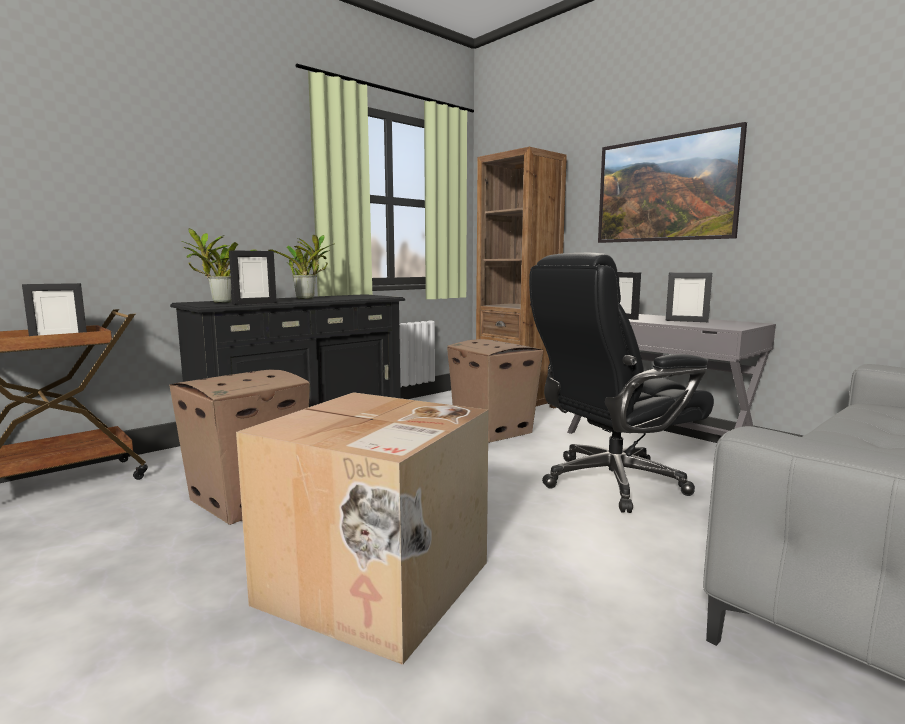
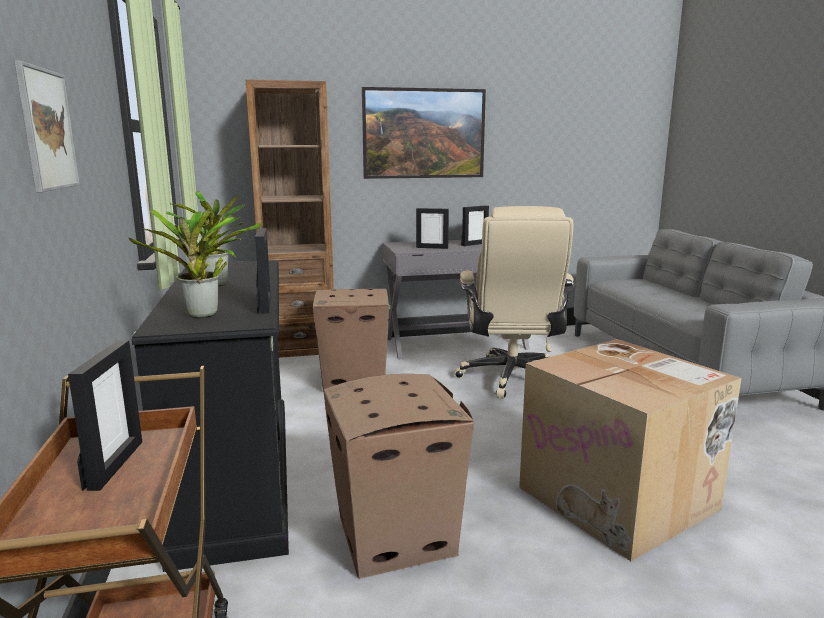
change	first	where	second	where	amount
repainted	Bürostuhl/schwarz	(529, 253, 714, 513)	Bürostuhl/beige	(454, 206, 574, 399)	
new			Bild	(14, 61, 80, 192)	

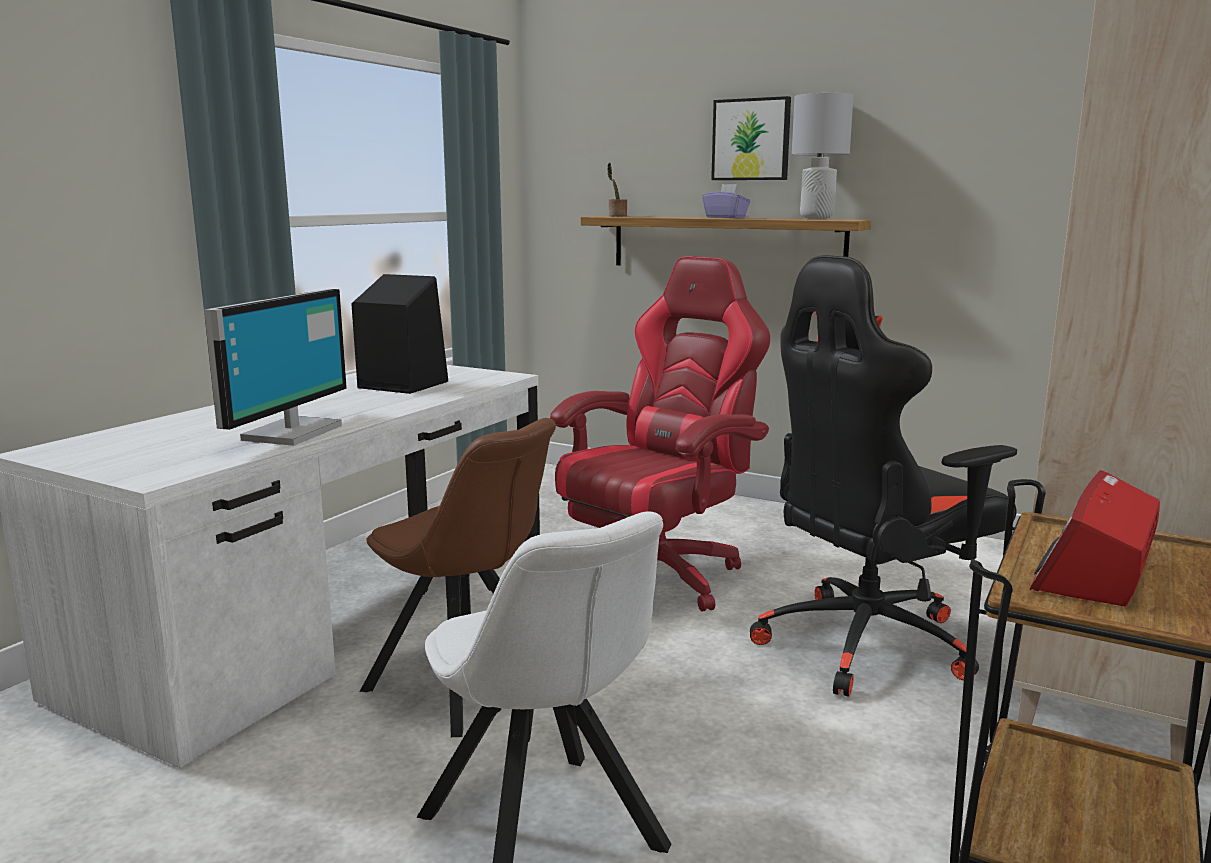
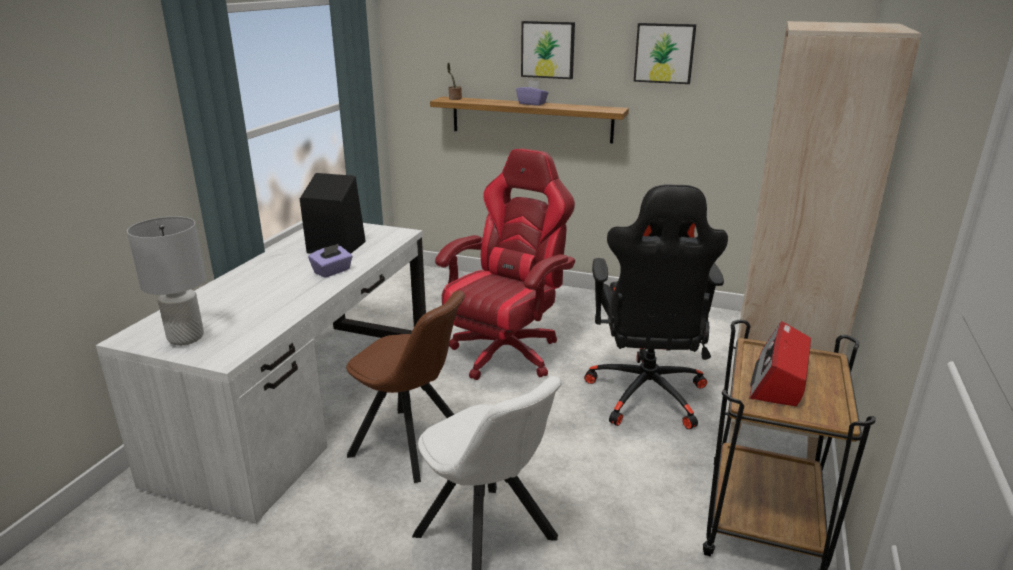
change	first	where	second	where	amount
shifted	Tischlampe/grau	(792, 93, 853, 219)		(127, 216, 206, 346)	
rotated	Bürostuhl/schwarz	(750, 255, 1017, 696)		(584, 184, 728, 429)	45 degrees counterclockwise
gone	Monitor	(204, 289, 347, 446)			
new			Bild	(634, 23, 696, 84)	
new			Taschentuchbox/lila	(308, 244, 353, 278)	

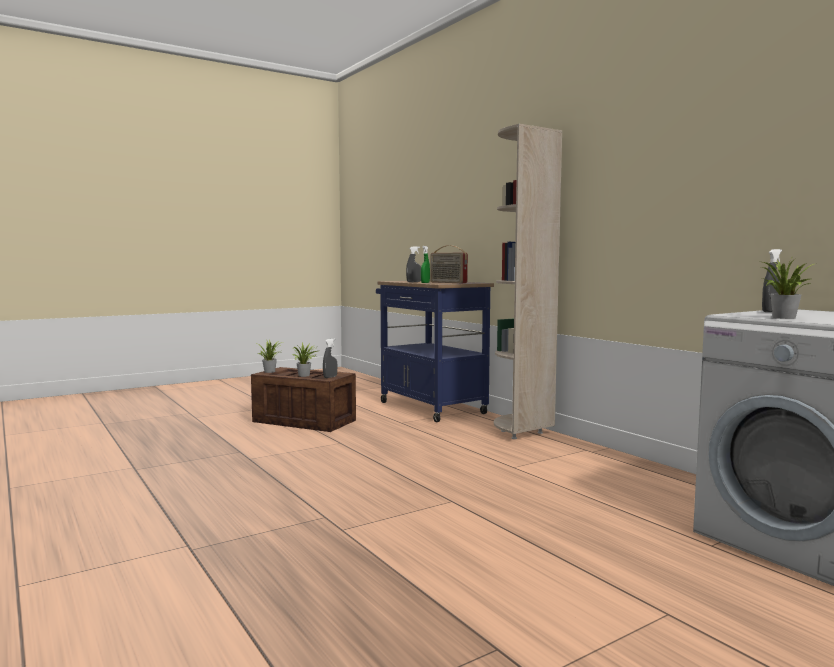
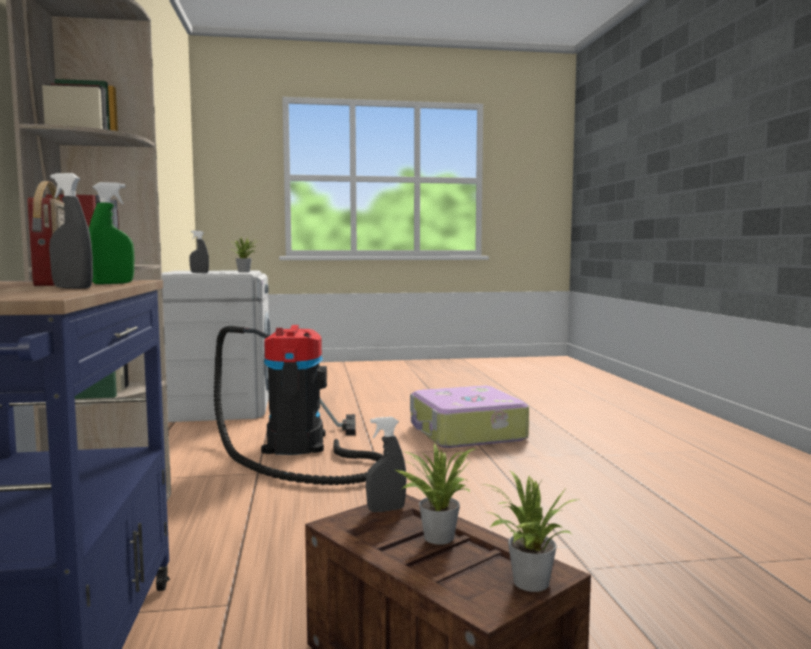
change	first	where	second	where	amount
new			Staubsauger	(214, 325, 383, 485)	
new			Koffer	(410, 385, 529, 448)	

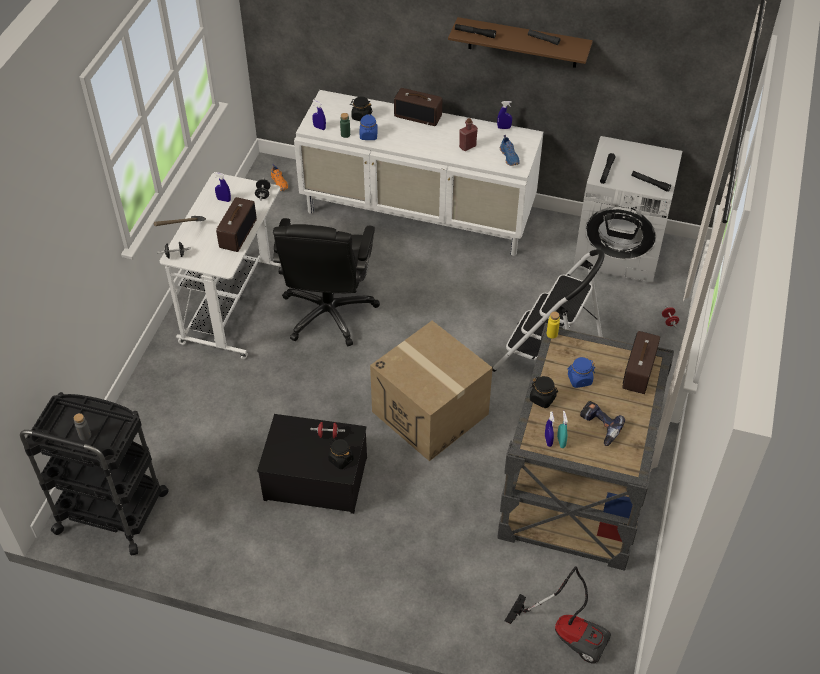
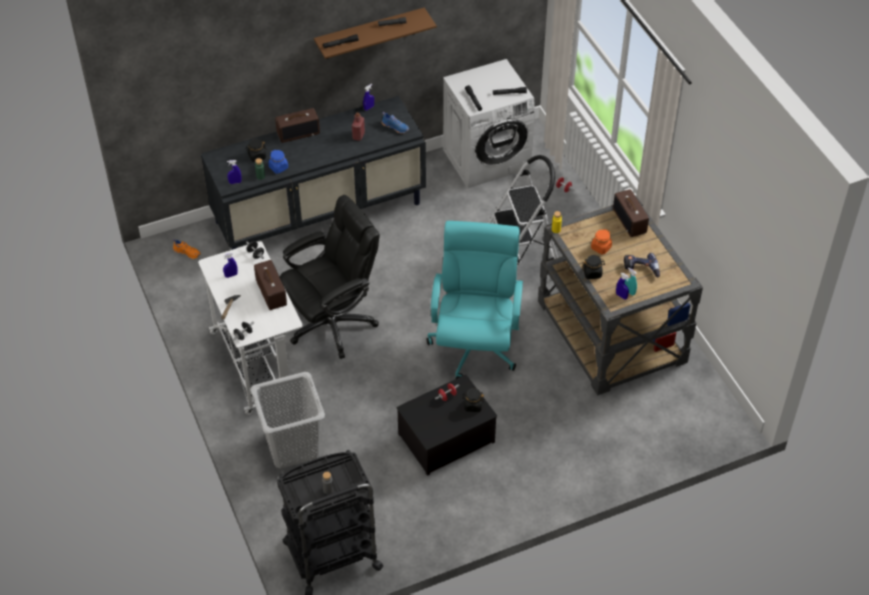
change	first	where	second	where	amount
repainted	Schrank/weiß	(294, 90, 543, 256)	Schrank/schwarz	(201, 96, 426, 250)	
rotated	Bürostuhl/schwarz	(273, 218, 380, 346)		(280, 195, 380, 359)	90 degrees counterclockwise
swapped	Karton	(370, 321, 493, 461)	Bürostuhl/türkis	(427, 221, 523, 379)	
repainted	Vorratsglas/blau	(568, 357, 595, 388)	Vorratsglas/orange	(591, 229, 612, 254)	
gone	Staubsauger	(505, 566, 611, 664)			
new			Wäschekorb/grau	(250, 372, 325, 469)	

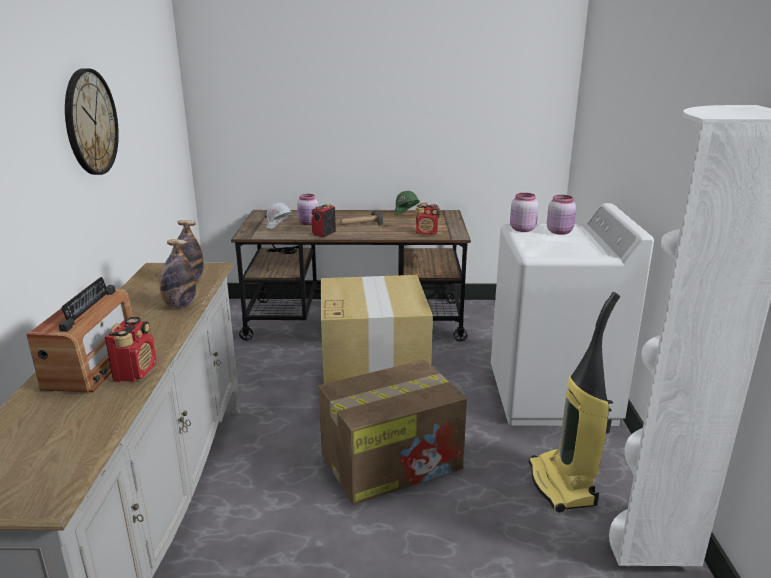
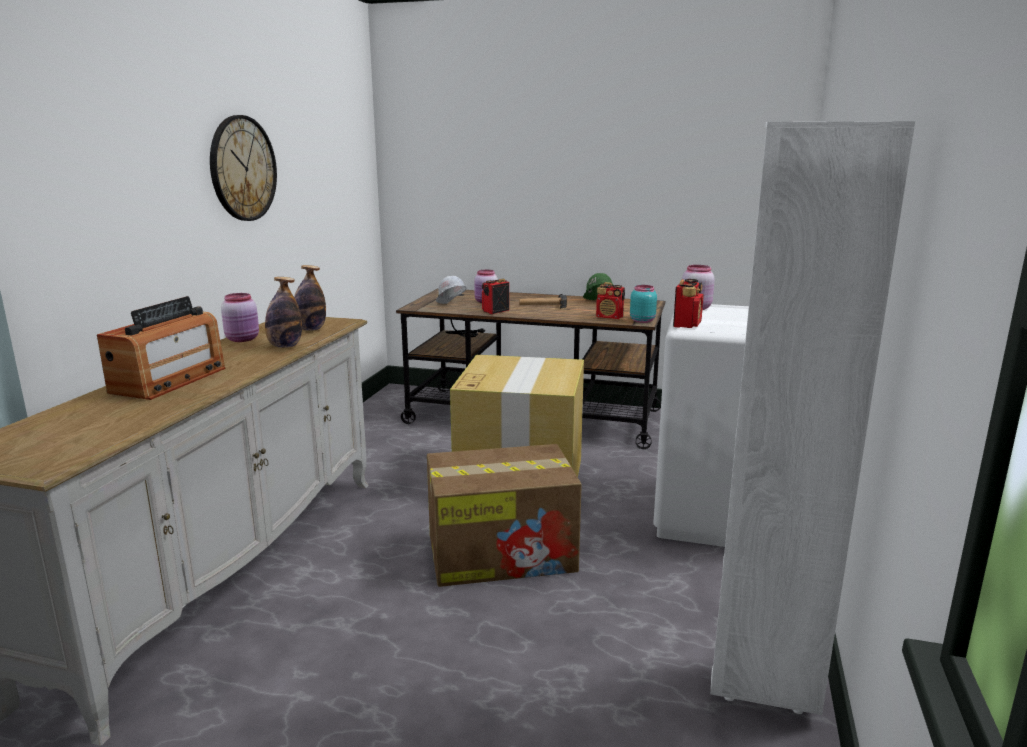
change	first	where	second	where	amount
shifted	Vorratsglas/rosa	(547, 195, 576, 235)		(221, 293, 259, 342)	
gone	Staubsauger	(529, 292, 620, 513)			
shifted	Radio	(105, 317, 157, 382)		(673, 279, 703, 328)	
new			Vorratsglas/türkis	(630, 285, 657, 323)	

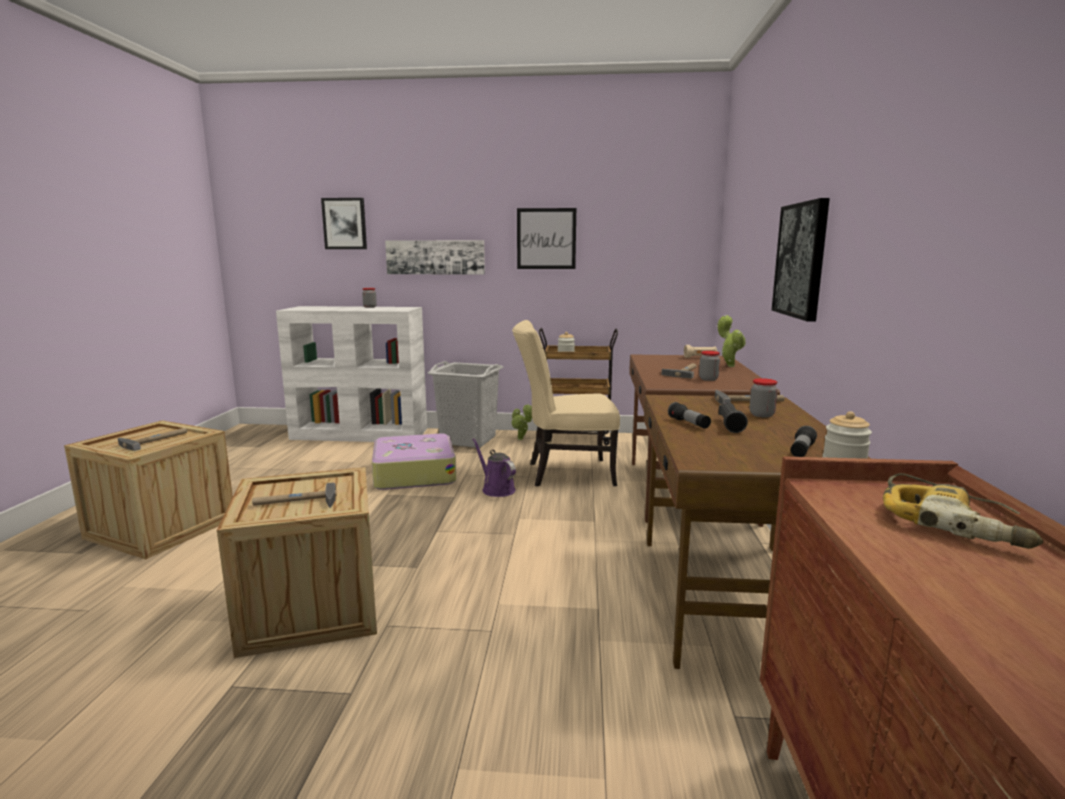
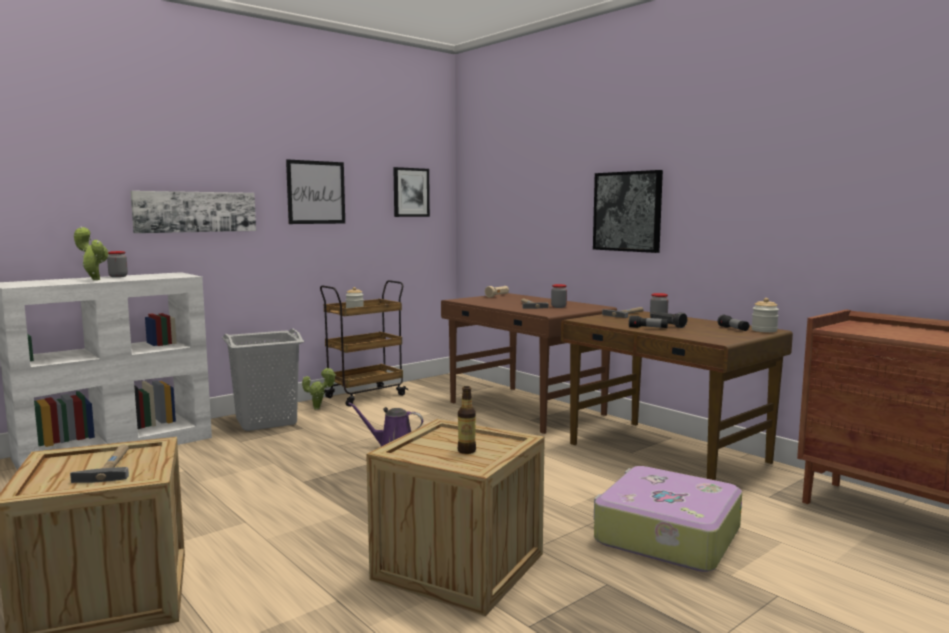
change	first	where	second	where	amount
shifted	Bild	(321, 198, 367, 249)		(393, 167, 430, 217)	
shifted	Topfpflanze	(718, 315, 746, 367)		(74, 226, 109, 280)	
gone	Stuhl/beige	(512, 320, 620, 486)			
shifted	Koffer	(372, 434, 456, 490)		(594, 466, 742, 572)	
gone	Bohrmaschine	(883, 473, 1043, 549)			
swapped	Hammer	(252, 482, 337, 508)	Flasche	(458, 386, 476, 454)	

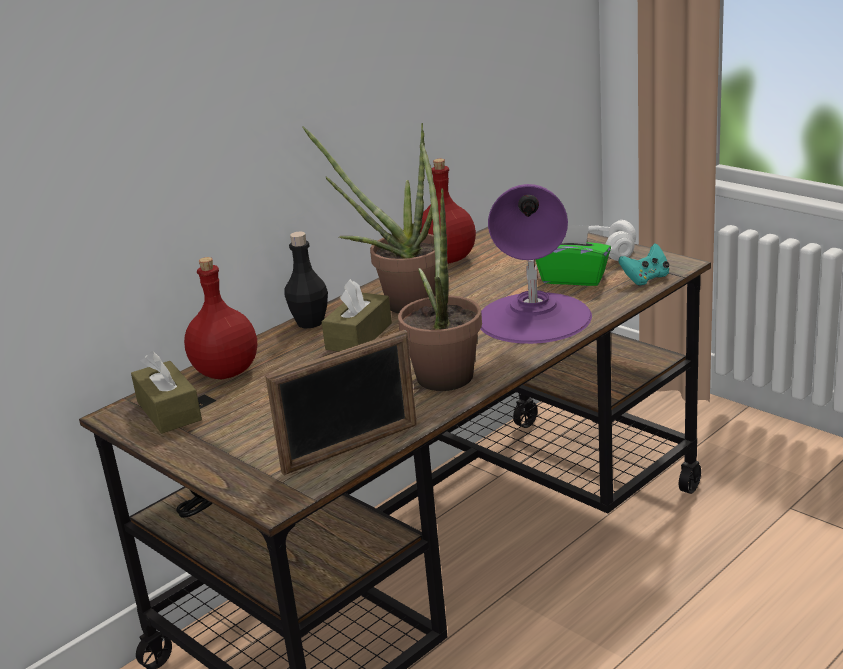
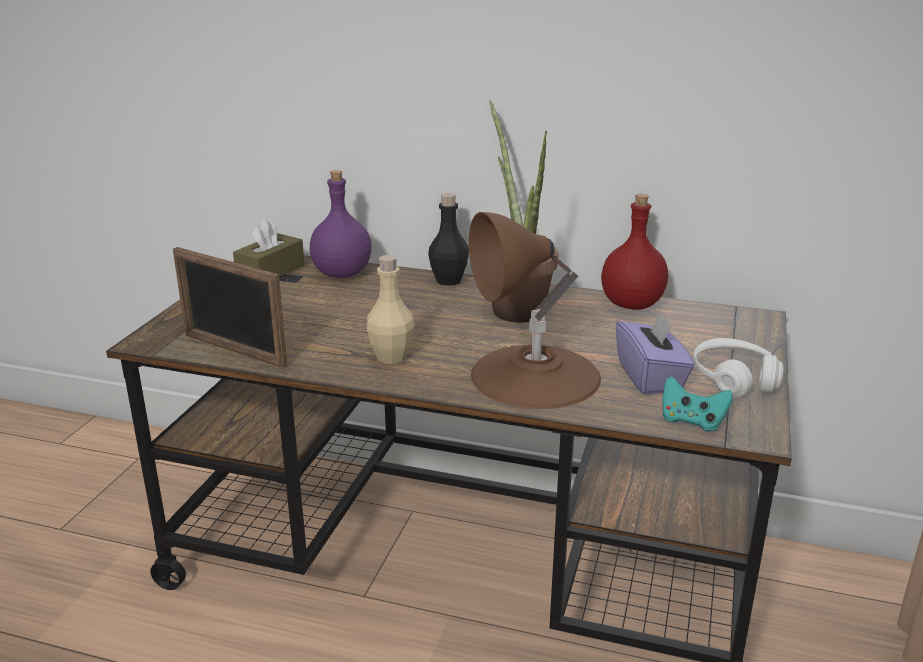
change	first	where	second	where	amount
swapped	Topfpflanze	(398, 143, 482, 391)	Flasche/beige	(367, 255, 414, 364)	
repainted	Tischlampe/lila	(480, 184, 592, 344)	Tischlampe/braun	(469, 212, 601, 409)	
repainted	Taschentuchbox/grün	(535, 225, 611, 286)	Taschentuchbox/lila	(616, 310, 695, 395)	
repainted	Flasche/rot	(184, 257, 257, 380)	Flasche/lila	(310, 170, 372, 278)	
gone	Taschentuchbox/braun	(322, 279, 392, 352)			

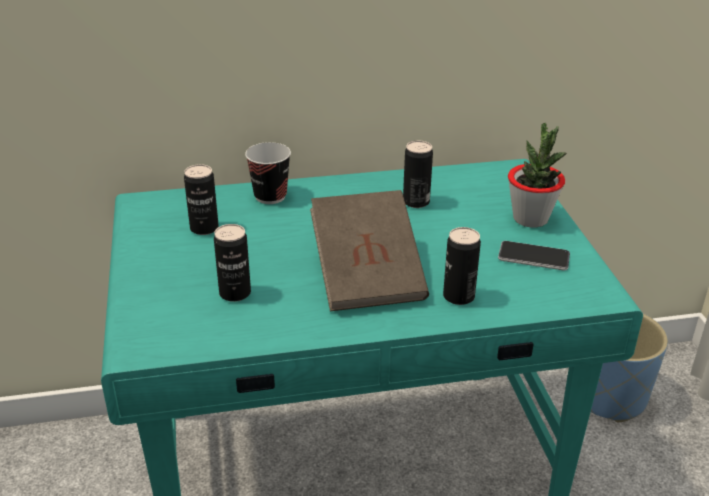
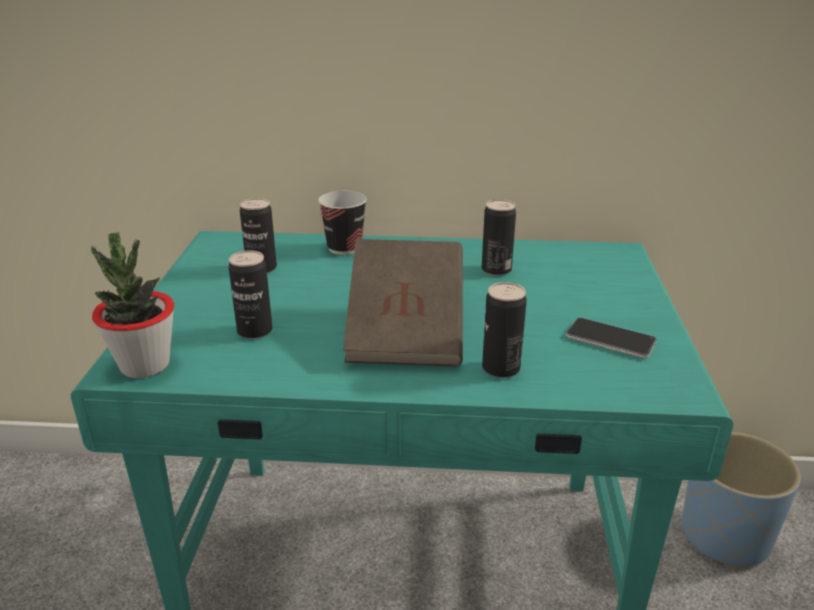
change	first	where	second	where	amount
shifted	Topfpflanze	(508, 123, 567, 228)		(91, 232, 174, 378)	

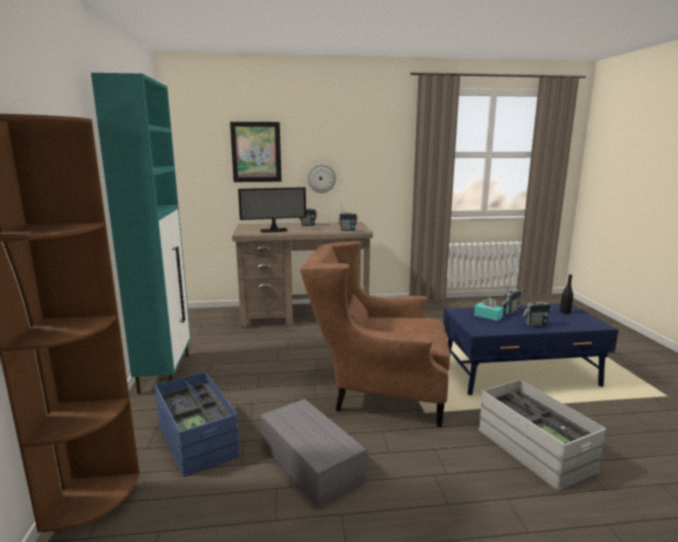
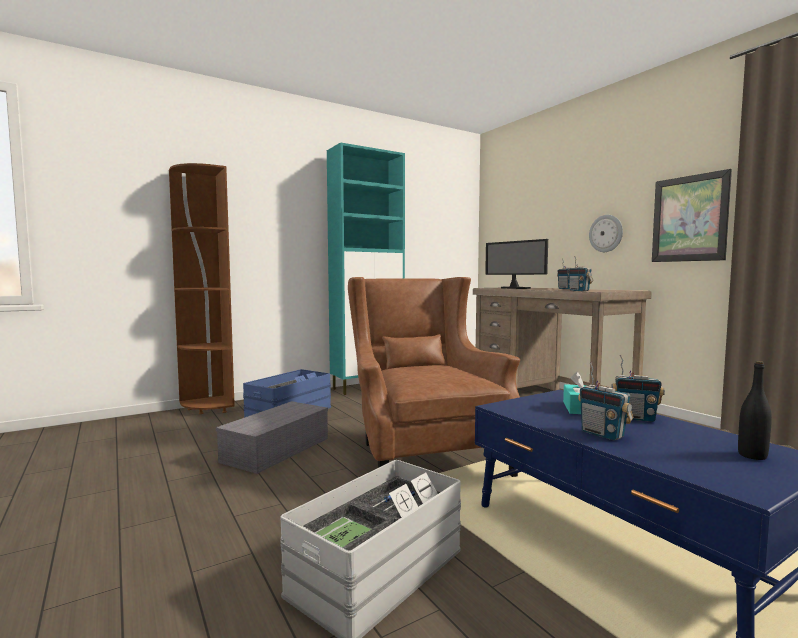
change	first	where	second	where	amount
shifted	Bild	(230, 122, 282, 182)		(652, 169, 732, 262)	

